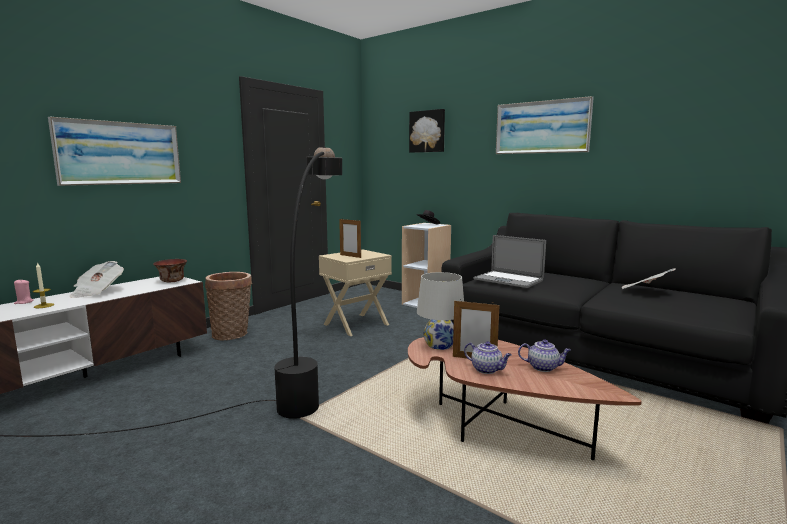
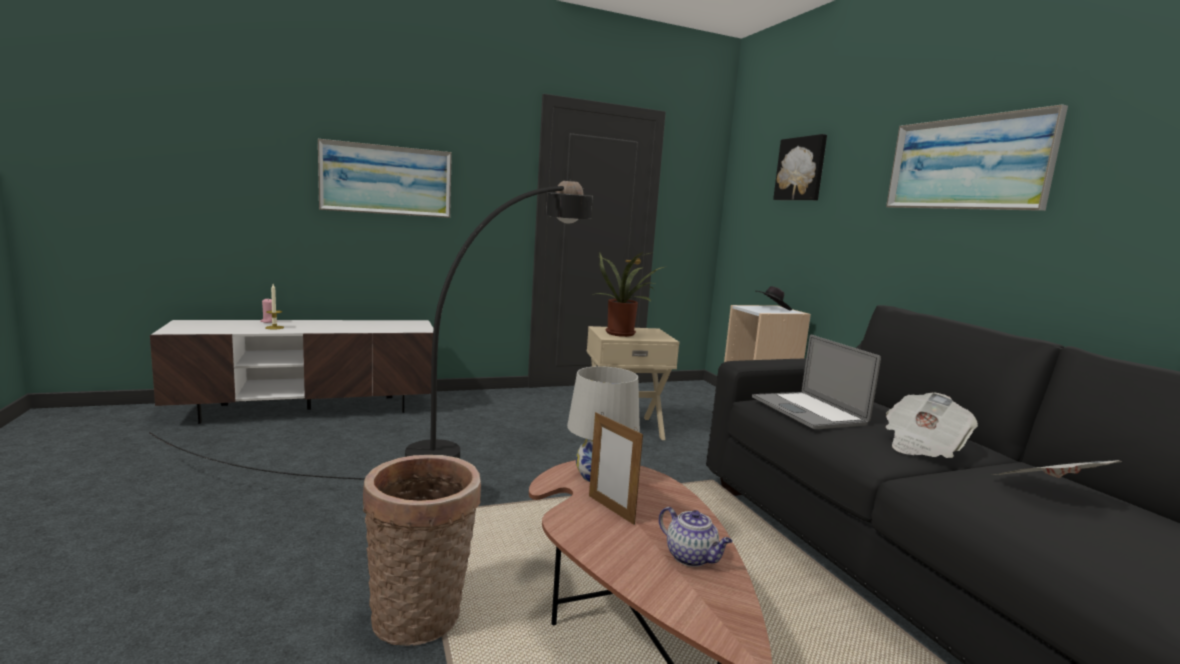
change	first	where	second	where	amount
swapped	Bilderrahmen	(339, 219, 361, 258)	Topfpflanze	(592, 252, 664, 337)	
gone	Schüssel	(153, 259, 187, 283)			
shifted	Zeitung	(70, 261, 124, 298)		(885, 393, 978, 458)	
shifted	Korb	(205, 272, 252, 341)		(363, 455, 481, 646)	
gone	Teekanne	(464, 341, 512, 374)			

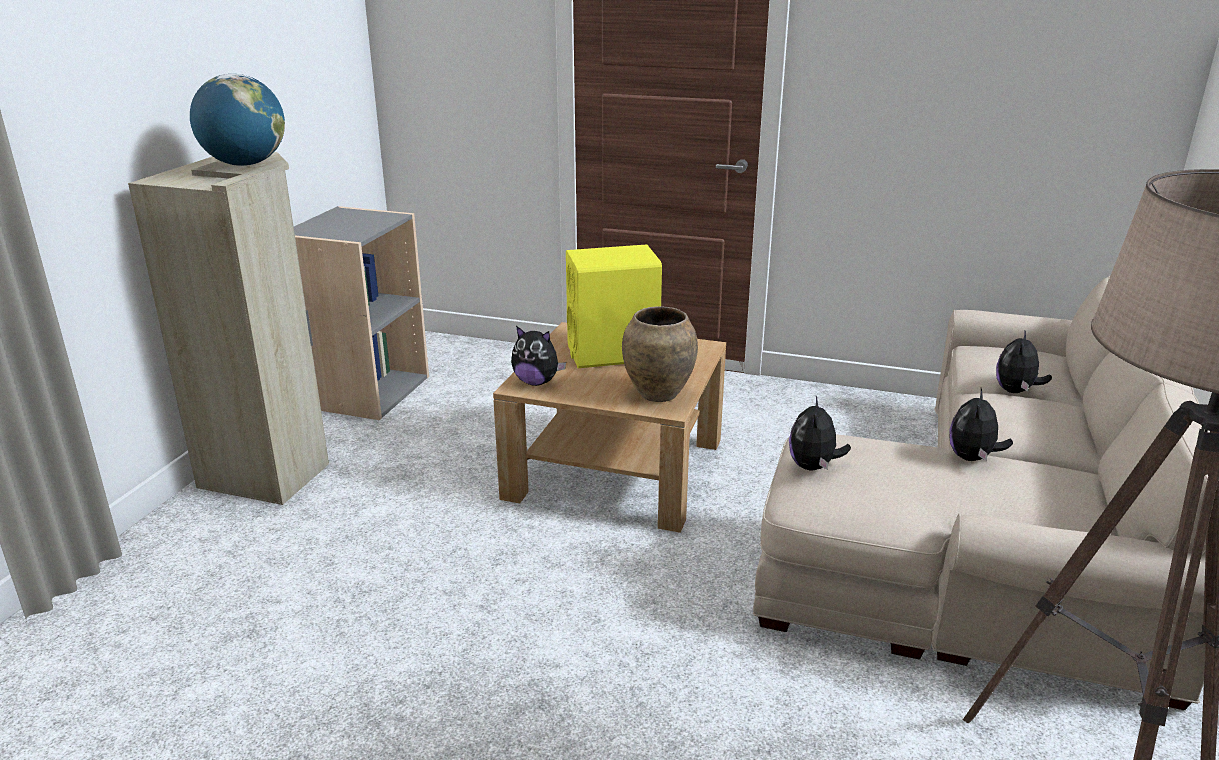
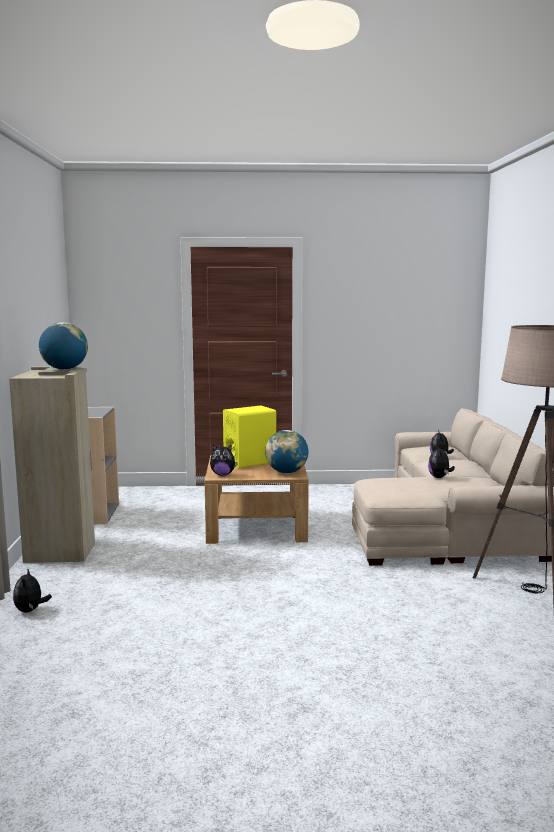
change	first	where	second	where	amount
swapped	Vase/braun	(622, 306, 698, 402)	Globus	(265, 430, 308, 474)	
shifted	Plüschtier	(789, 396, 851, 470)		(13, 569, 52, 613)	

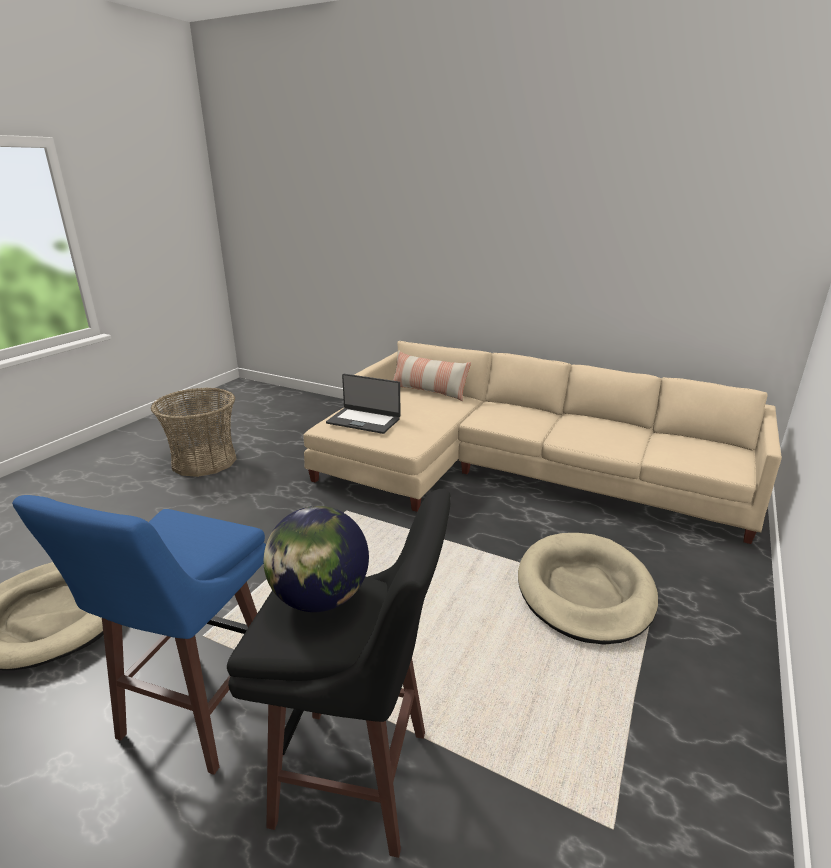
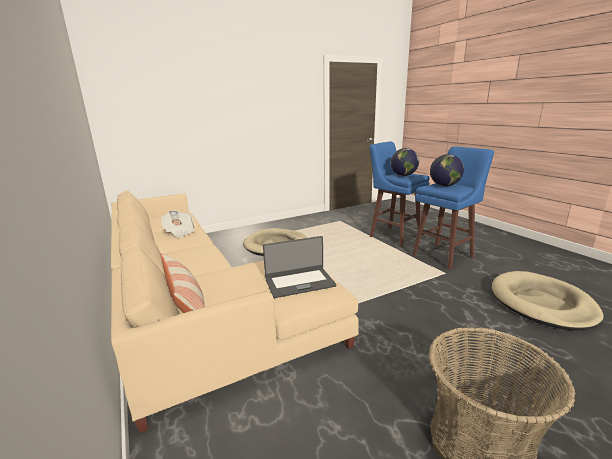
change	first	where	second	where	amount
rotated	Laptop	(326, 374, 401, 434)		(263, 236, 336, 298)	105 degrees clockwise
repainted	Hocker/schwarz	(227, 489, 451, 858)	Hocker/blau	(369, 141, 430, 247)	
new			Globus	(430, 154, 464, 186)	
new			Zeitung	(161, 210, 195, 238)	

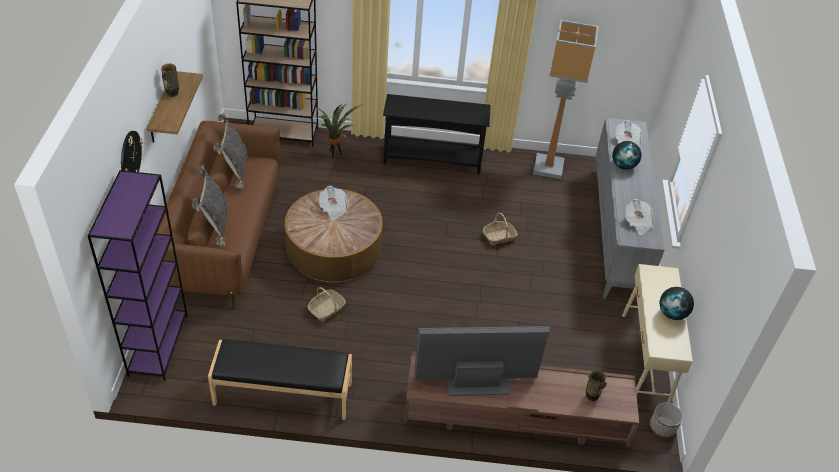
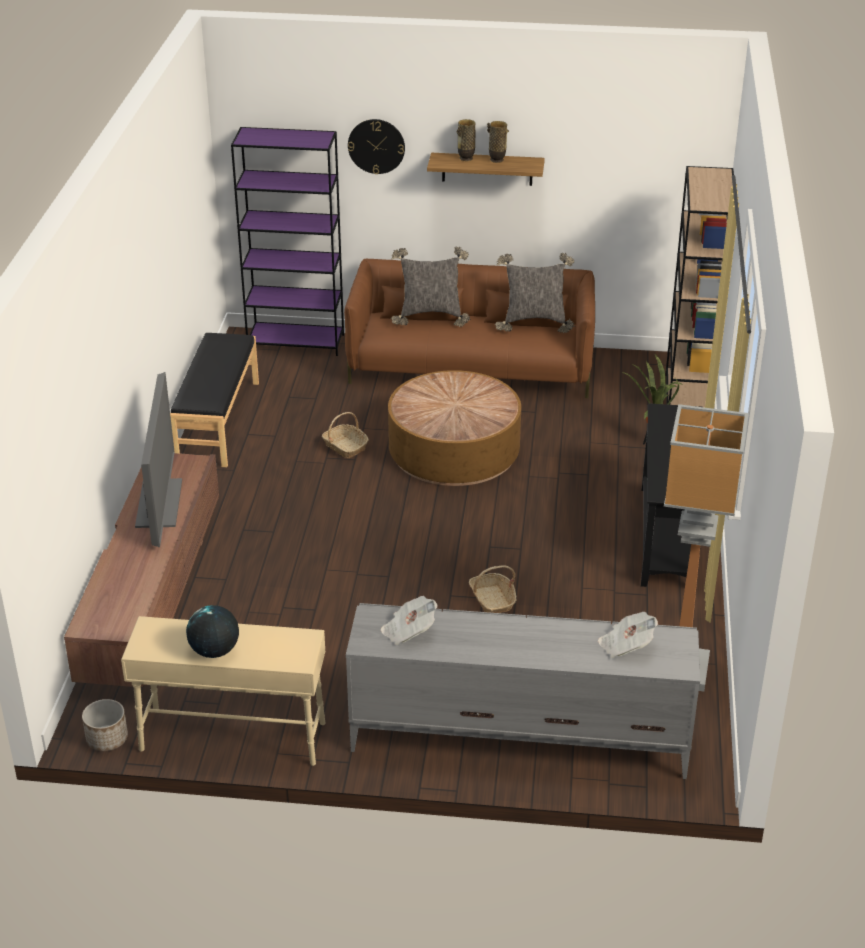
change	first	where	second	where	amount
gone	Globus	(612, 141, 642, 170)			
gone	Zeitung	(319, 186, 348, 220)			
shifted	Vase	(586, 370, 607, 401)		(457, 119, 475, 161)	

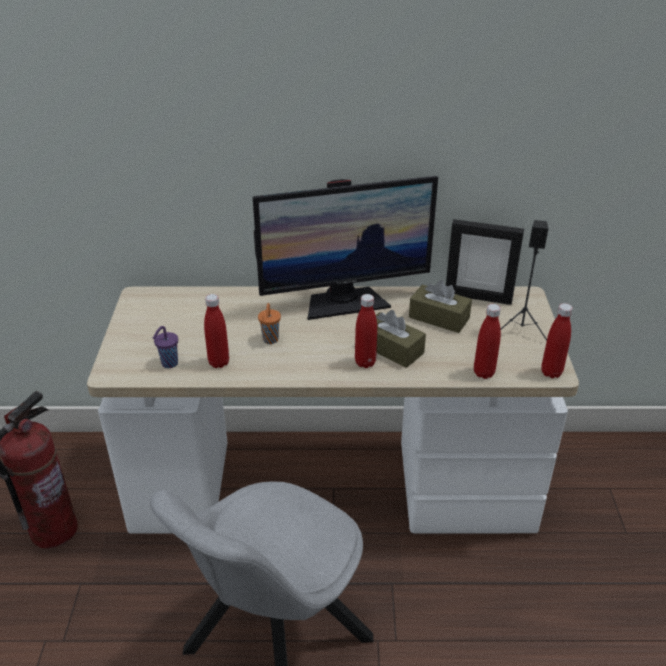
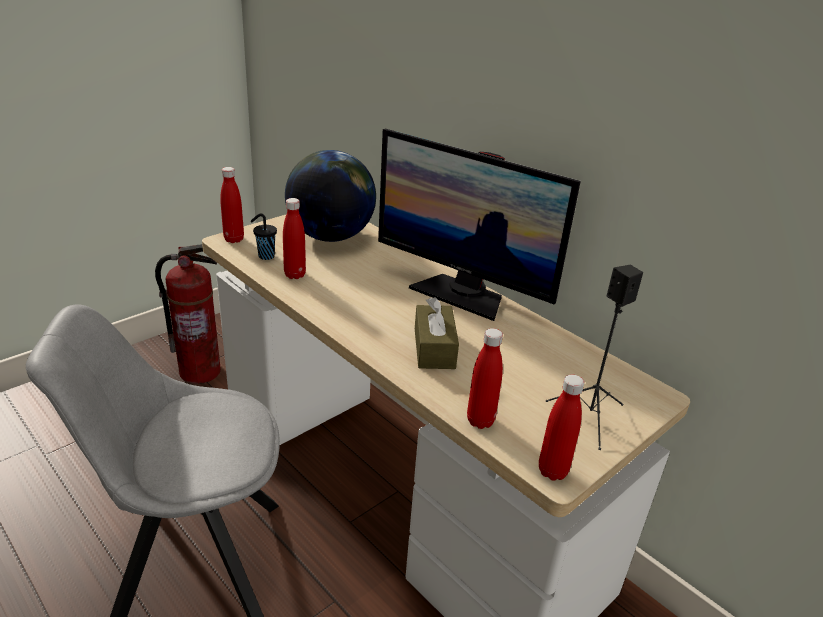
change	first	where	second	where	amount
gone	Bilderrahmen	(446, 219, 524, 305)			
gone	Taschentuchbox/braun	(409, 280, 472, 333)			
shifted	Flasche/rot	(355, 294, 377, 368)		(220, 167, 244, 243)	
gone	Tasse/orange	(258, 303, 281, 344)			
repainted	Tasse/lila	(153, 326, 178, 368)	Tasse/schwarz	(251, 214, 277, 260)	
new			Globus	(285, 150, 376, 242)	

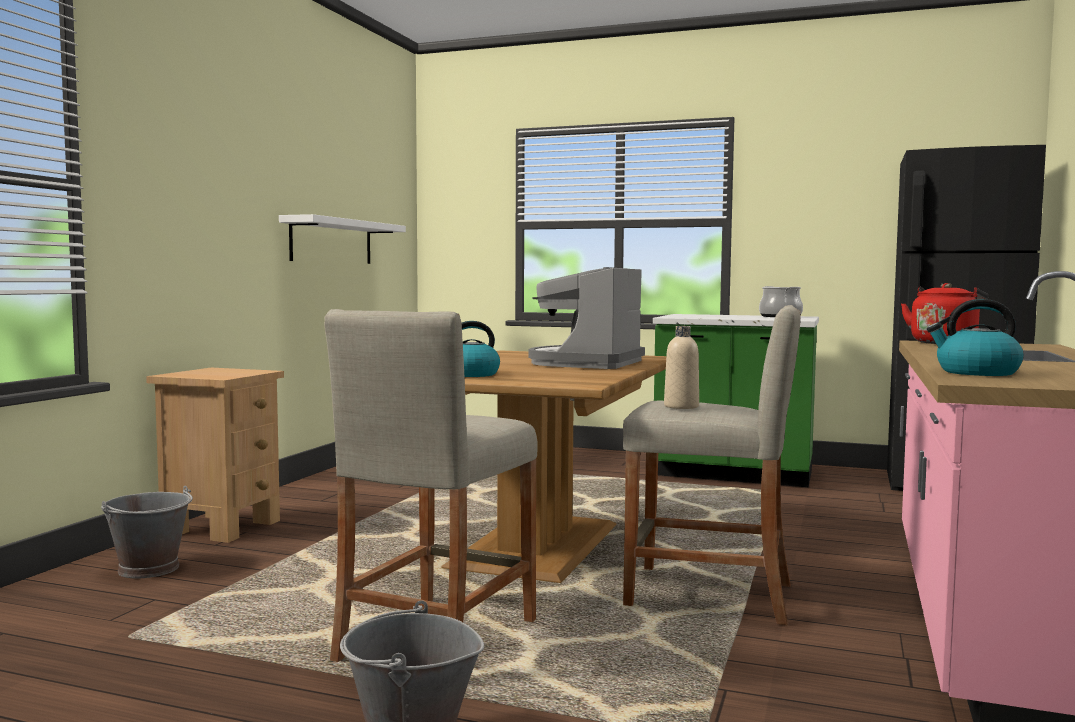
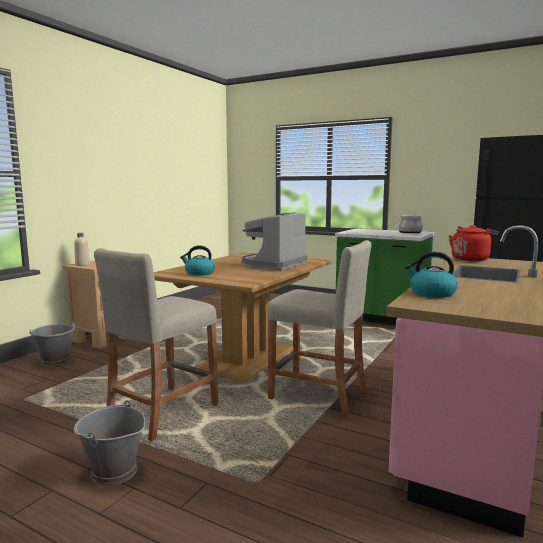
change	first	where	second	where	amount
gone	Wandregal/weiß	(279, 214, 406, 264)			
shifted	Flasche/beige	(664, 326, 699, 409)		(74, 233, 90, 266)	

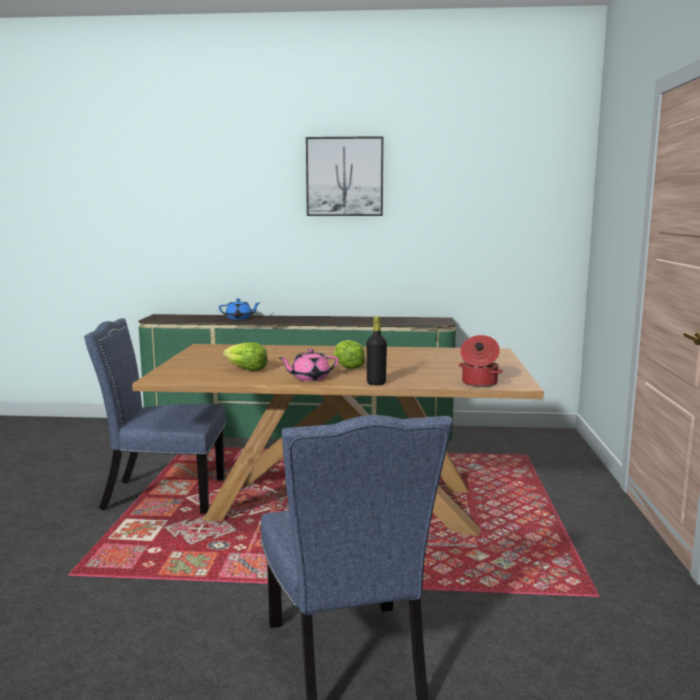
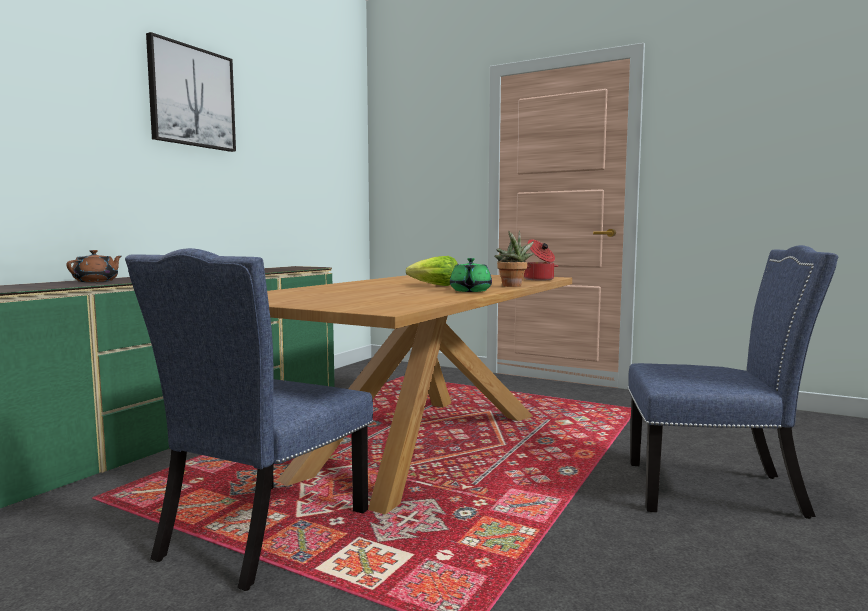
change	first	where	second	where	amount
repainted	Teekanne/blau	(219, 299, 259, 320)	Teekanne/braun	(66, 250, 122, 282)	
swapped	Flasche/schwarz	(367, 316, 387, 385)	Topfpflanze	(494, 231, 534, 287)	
gone	Salatkopf	(223, 342, 268, 371)			
repainted	Teekanne/rosa	(279, 349, 338, 381)	Teekanne/grün	(450, 258, 492, 292)	

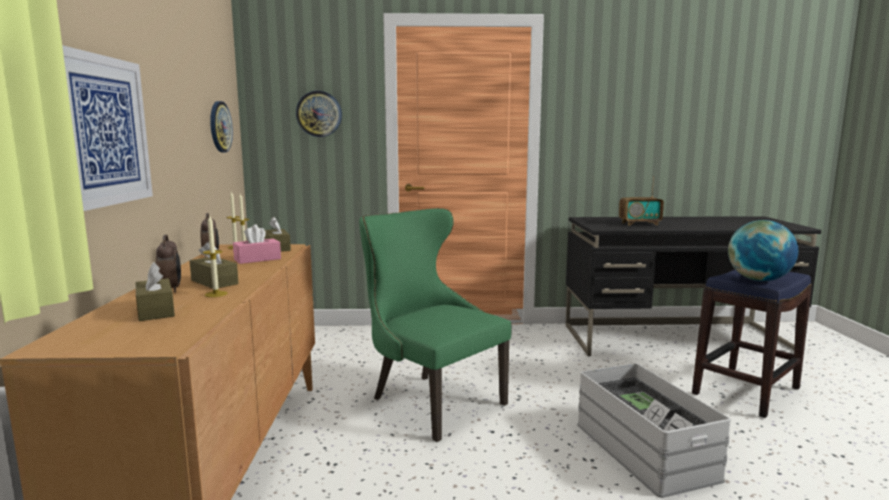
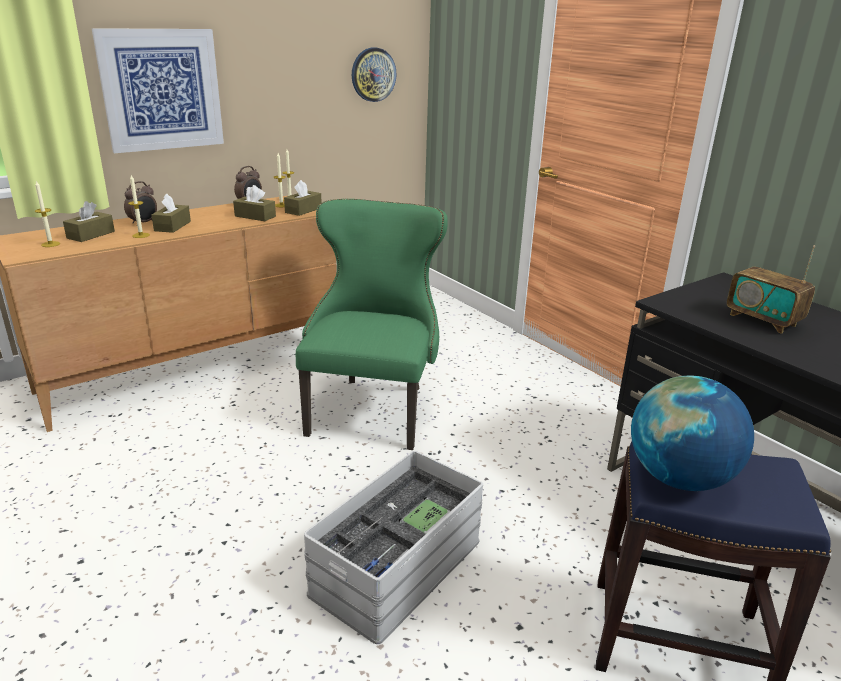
change	first	where	second	where	amount
gone	Wanduhr	(296, 91, 342, 137)			
repainted	Taschentuchbox/rosa	(233, 225, 281, 264)	Taschentuchbox/braun	(233, 185, 276, 221)	
new			Kerze	(35, 181, 60, 247)	

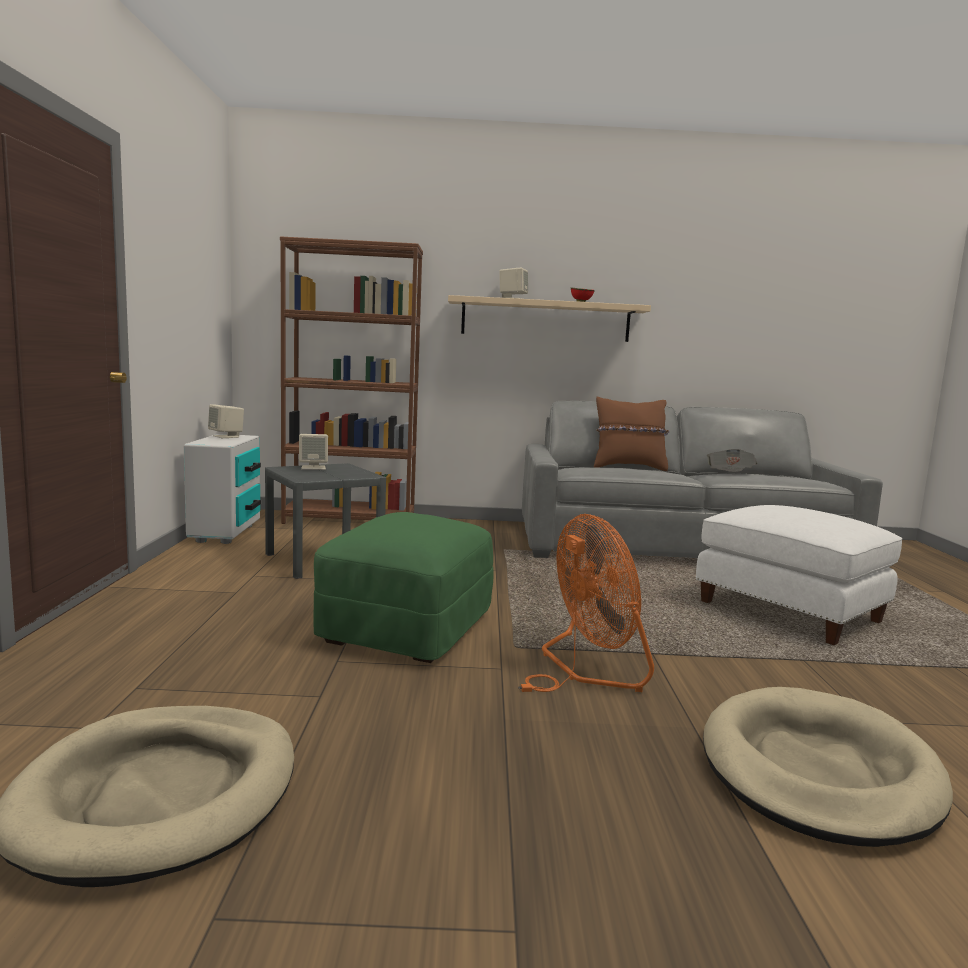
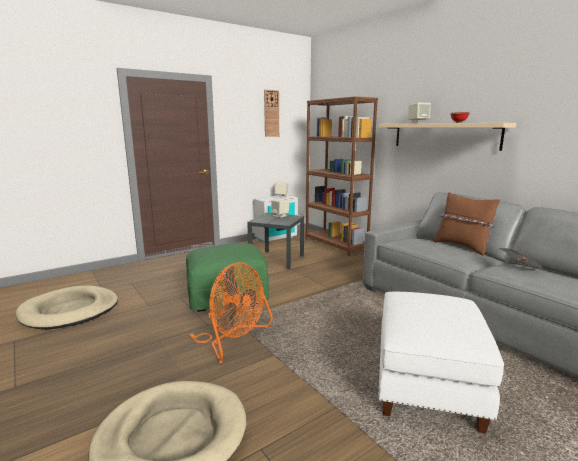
change	first	where	second	where	amount
new			Wanduhr	(264, 90, 279, 137)	

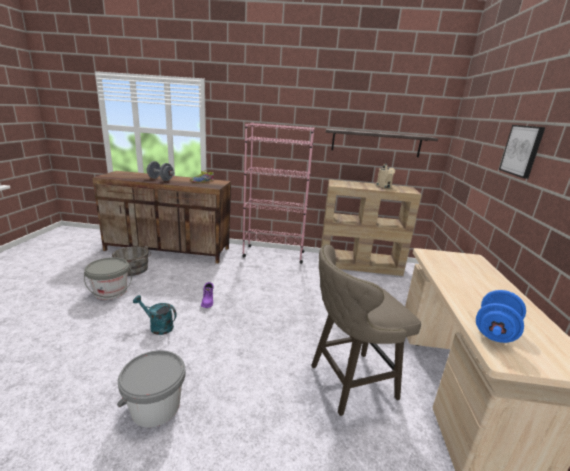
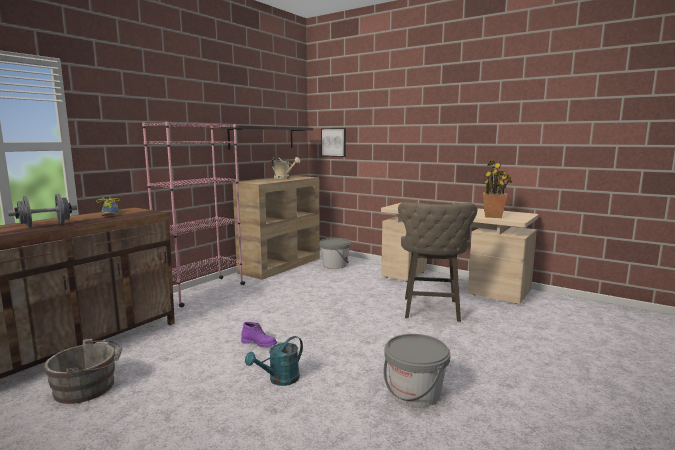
change	first	where	second	where	amount
shifted	Bild	(499, 125, 545, 179)		(321, 128, 346, 157)	
shifted	Eimer/grau	(84, 257, 132, 300)		(319, 238, 351, 269)	
swapped	Hantel/blau	(476, 290, 526, 343)	Topfpflanze	(483, 161, 512, 218)	

